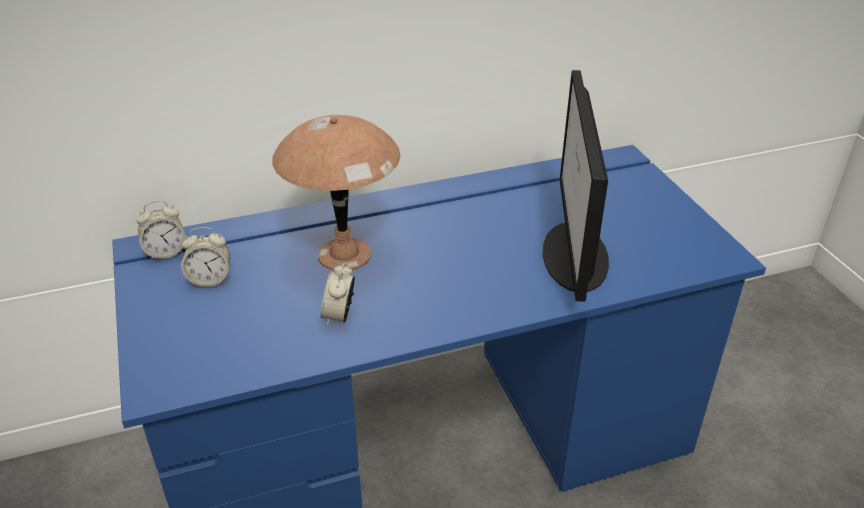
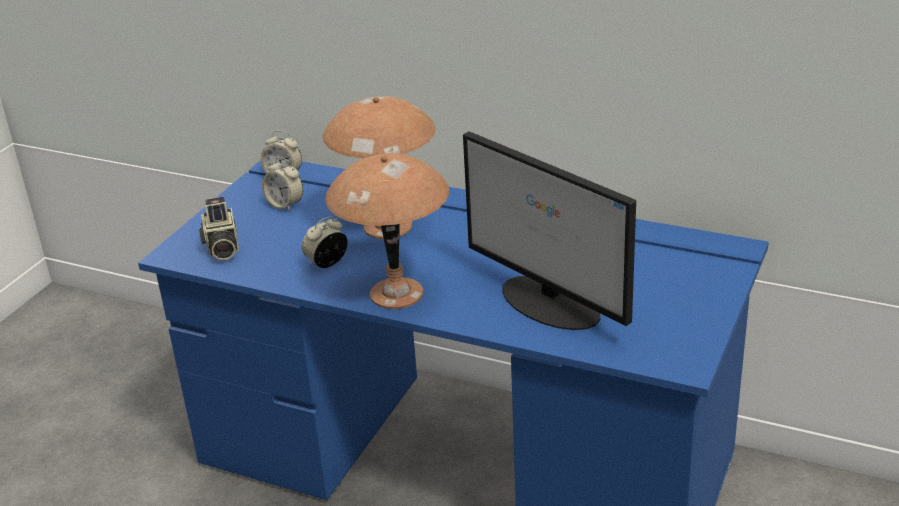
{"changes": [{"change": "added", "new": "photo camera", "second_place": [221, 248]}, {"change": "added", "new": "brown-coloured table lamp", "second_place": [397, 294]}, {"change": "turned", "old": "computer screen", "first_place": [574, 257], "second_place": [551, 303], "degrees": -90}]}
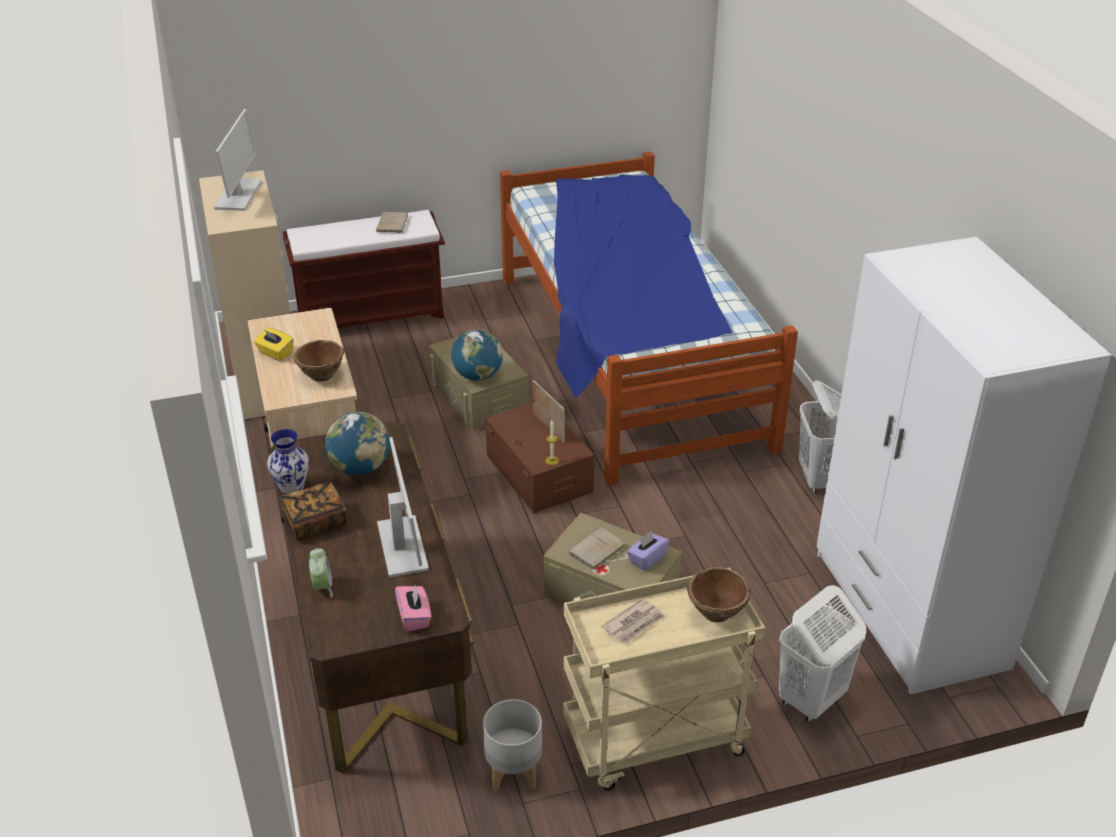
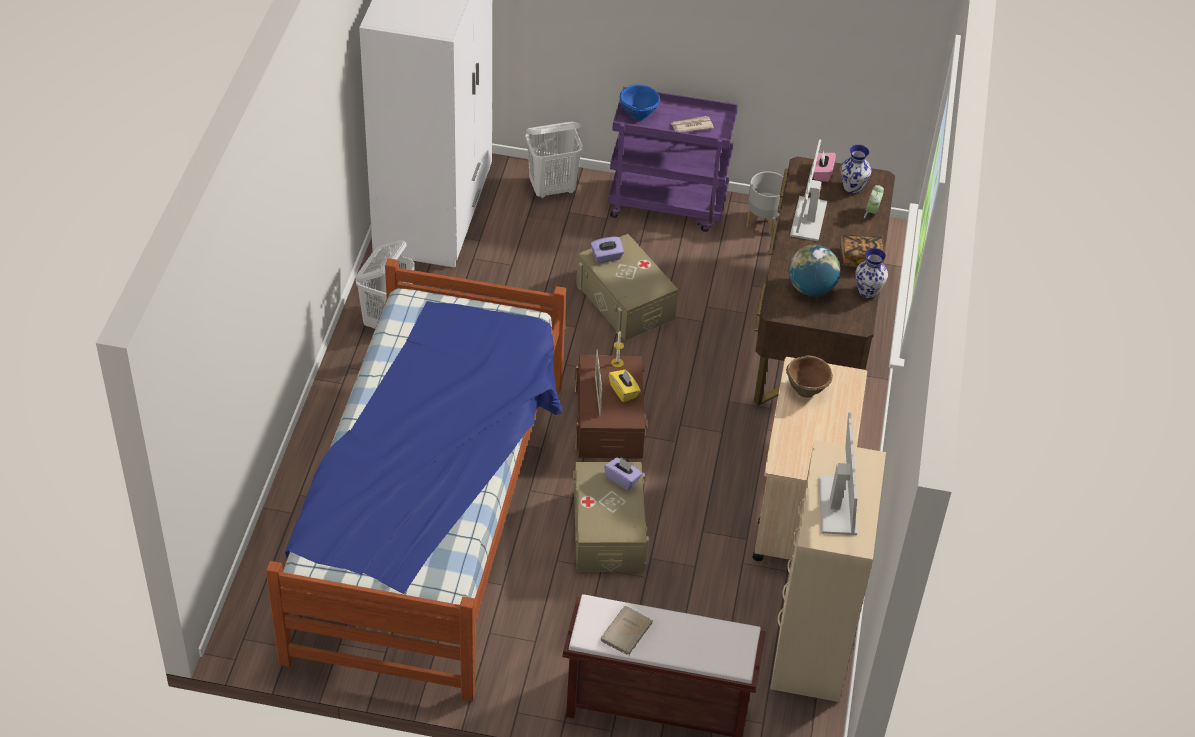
{"changes": [{"change": "replaced", "old": "globe", "new": "purple-coloured tissue box", "first_place": [477, 376], "second_place": [622, 479]}, {"change": "recoloured", "old": "beige wheeled cart", "new": "purple-coloured wheeled cart", "first_place": [654, 742], "second_place": [668, 205]}, {"change": "moved", "old": "yellow tissue box", "first_place": [275, 353], "second_place": [624, 391]}, {"change": "recoloured", "old": "brown-coloured bowl", "new": "blue-coloured bowl", "first_place": [716, 613], "second_place": [638, 113]}, {"change": "turned", "old": "computer screen", "first_place": [238, 195], "second_place": [838, 506], "degrees": 150}, {"change": "added", "new": "flower vase", "second_place": [852, 187]}, {"change": "removed", "old": "beige book", "first_place": [596, 551]}]}
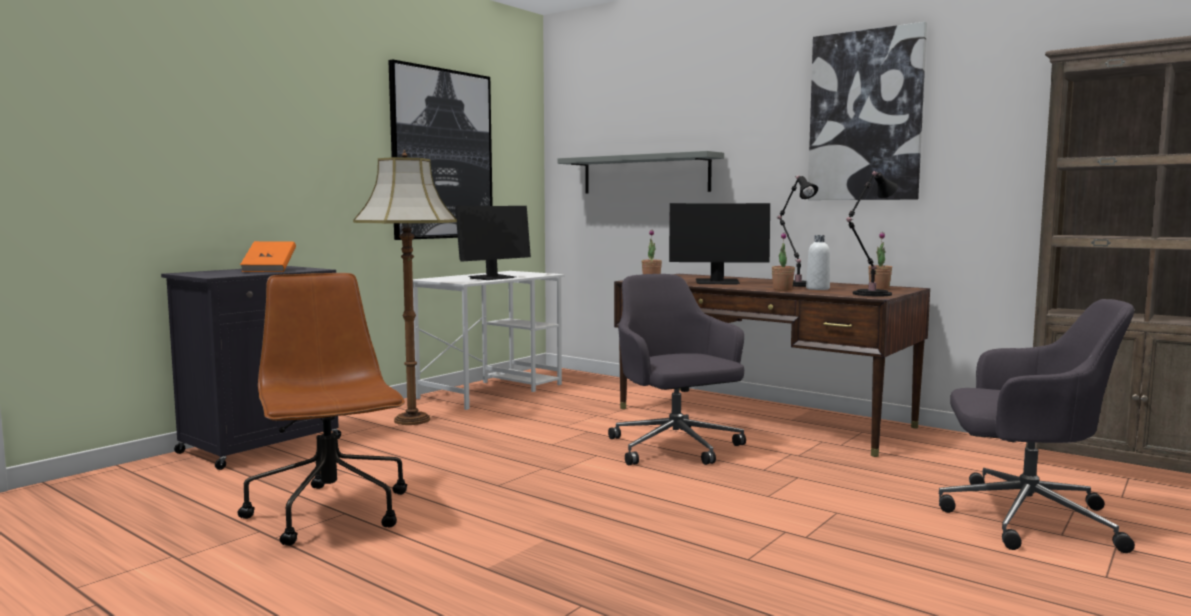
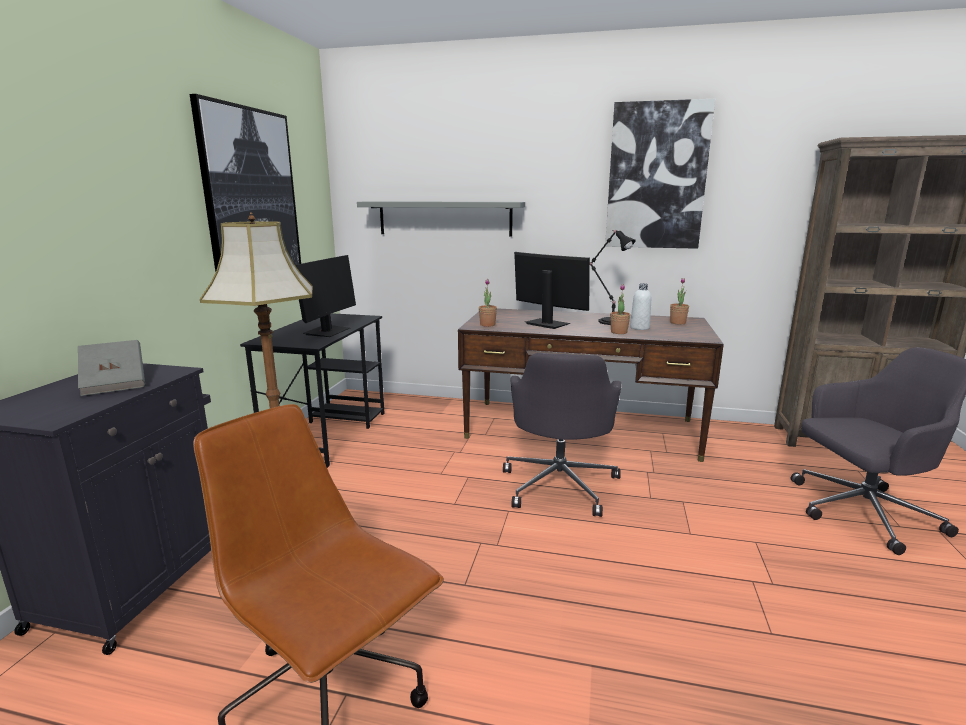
{"changes": [{"change": "recoloured", "old": "orange-coloured book", "new": "gray book", "first_place": [269, 270], "second_place": [115, 383]}, {"change": "recoloured", "old": "whitish desk unit", "new": "blackish desk unit", "first_place": [492, 391], "second_place": [328, 434]}, {"change": "turned", "old": "gray desk chair", "first_place": [675, 448], "second_place": [560, 484], "degrees": -120}, {"change": "turned", "old": "computer screen", "first_place": [717, 282], "second_place": [547, 324], "degrees": -120}, {"change": "removed", "old": "blackish table lamp", "first_place": [869, 294]}]}
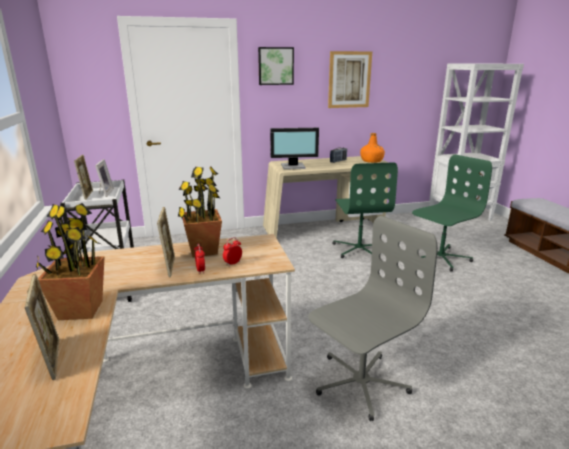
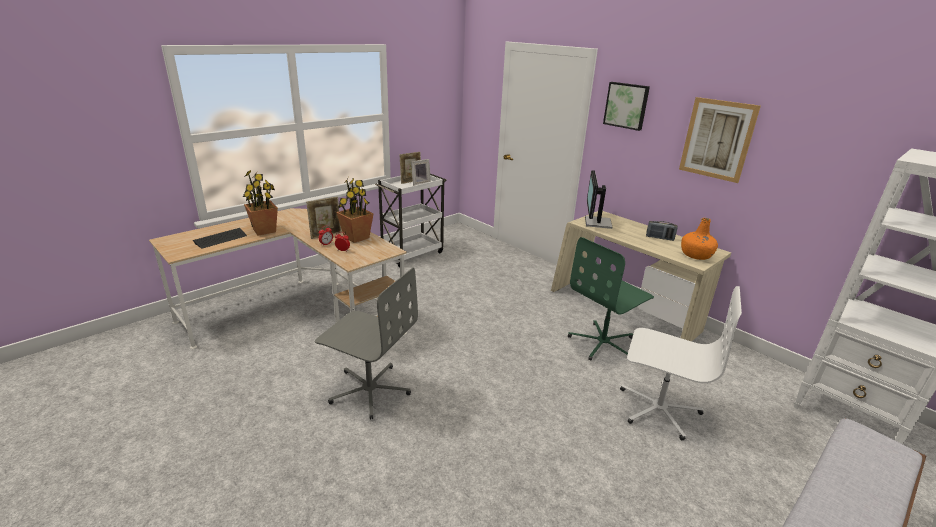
{"changes": [{"change": "replaced", "old": "picture frame", "new": "computer keyboard", "first_place": [52, 359], "second_place": [220, 239]}, {"change": "turned", "old": "computer screen", "first_place": [293, 167], "second_place": [596, 222], "degrees": 45}, {"change": "recoloured", "old": "greenish desk chair", "new": "whitish desk chair", "first_place": [440, 257], "second_place": [658, 409]}]}
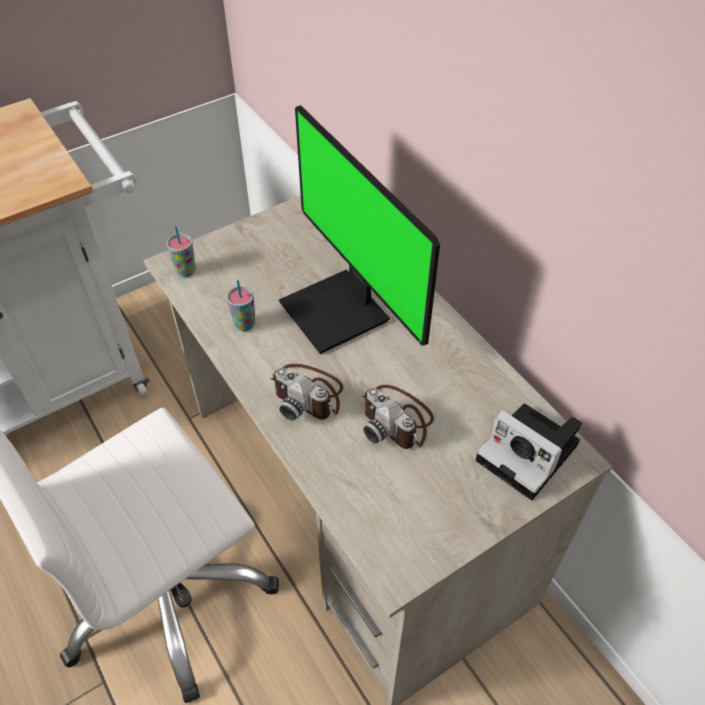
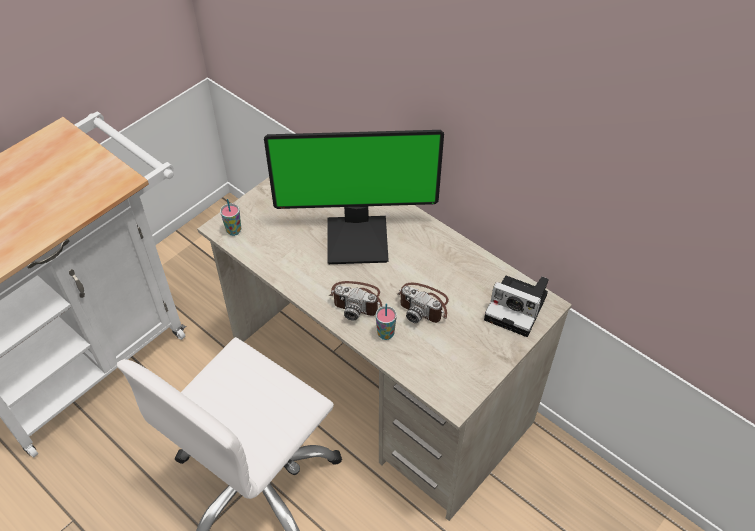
{"changes": [{"change": "turned", "old": "computer screen", "first_place": [339, 311], "second_place": [358, 238], "degrees": -45}, {"change": "moved", "old": "small cup", "first_place": [245, 324], "second_place": [385, 334]}]}
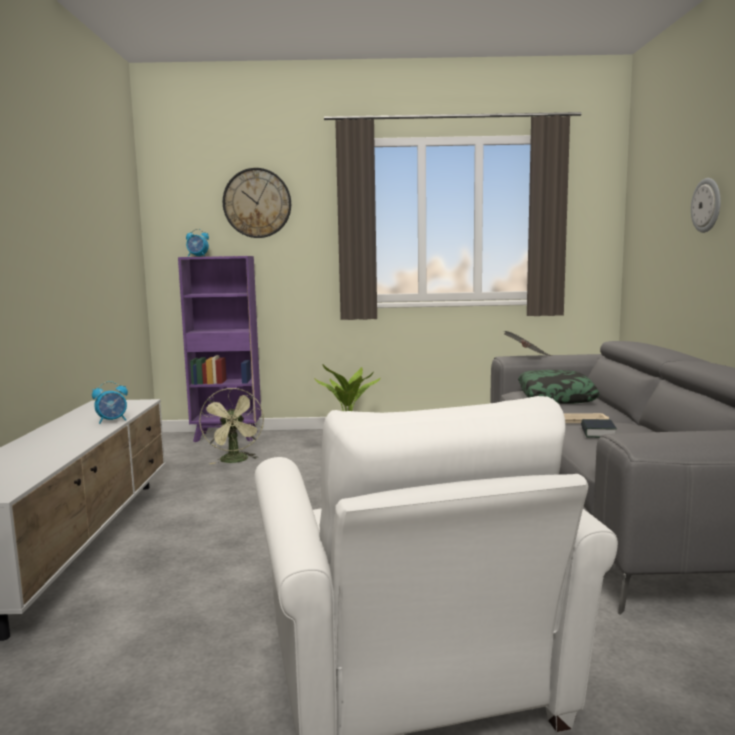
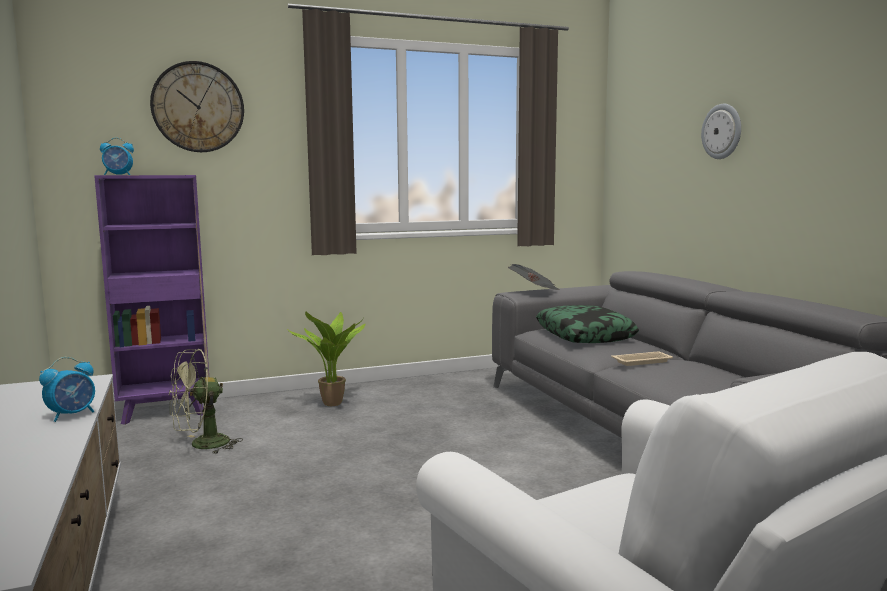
{"changes": [{"change": "turned", "old": "greenish cooling fan", "first_place": [235, 461], "second_place": [202, 445], "degrees": 90}, {"change": "removed", "old": "book", "first_place": [598, 433]}]}
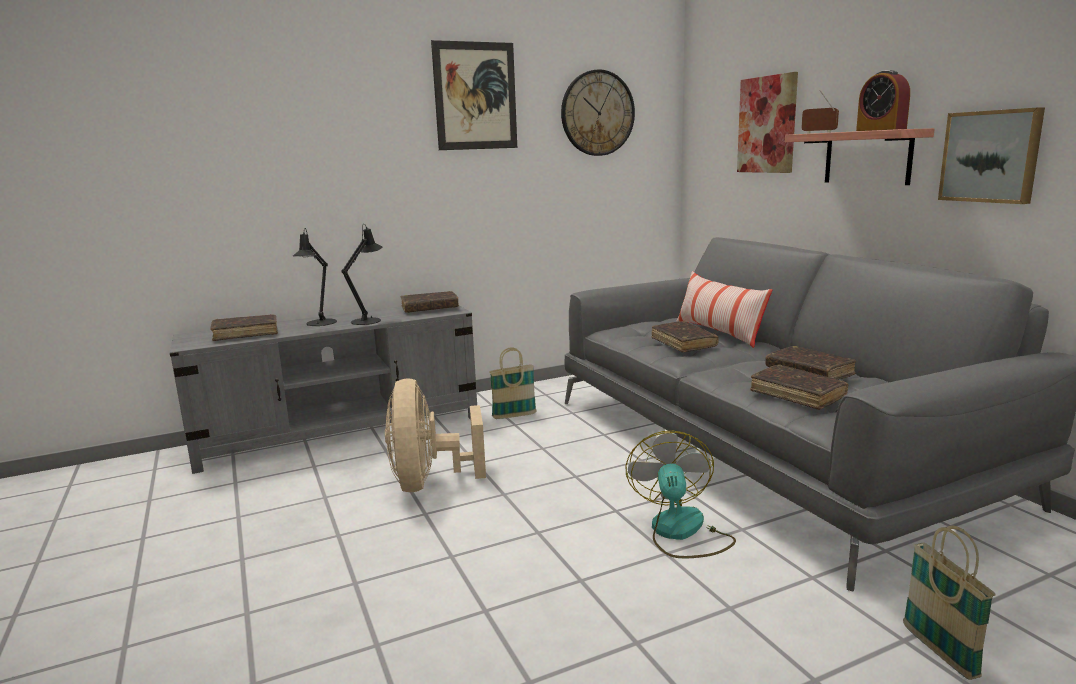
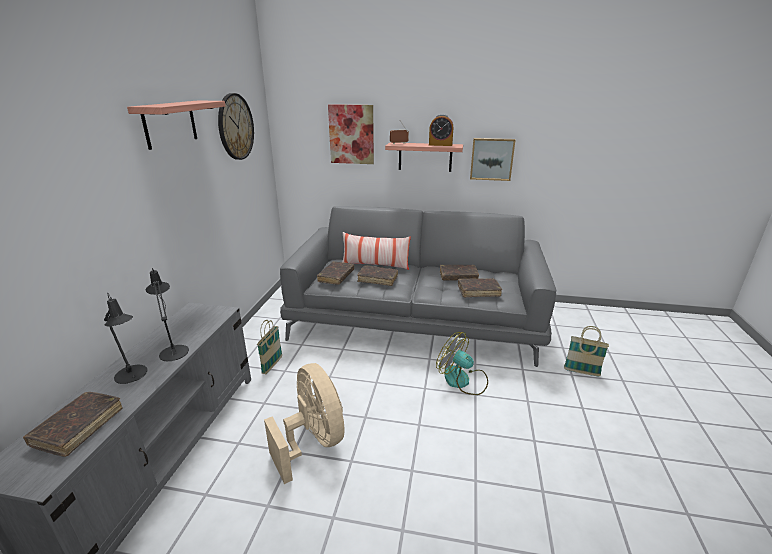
{"changes": [{"change": "replaced", "old": "wall picture", "new": "bracket shelf", "first_place": [475, 96], "second_place": [170, 124]}, {"change": "turned", "old": "beige cooling fan", "first_place": [429, 482], "second_place": [313, 442], "degrees": -150}, {"change": "moved", "old": "brown-coloured book", "first_place": [430, 308], "second_place": [336, 277]}]}
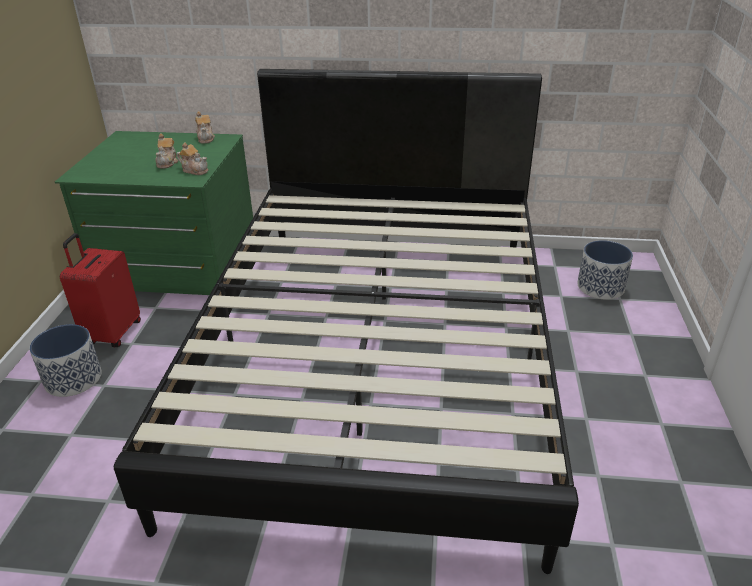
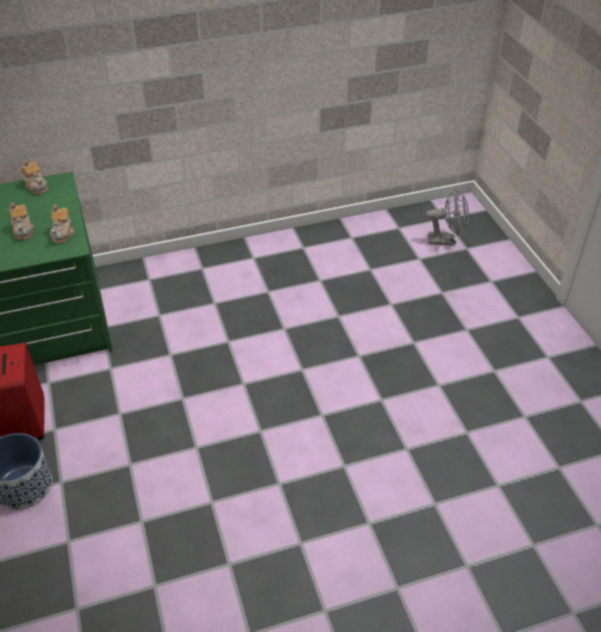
{"changes": [{"change": "turned", "old": "pot for tea", "first_place": [195, 170], "second_place": [63, 233], "degrees": 90}, {"change": "replaced", "old": "plant pot", "new": "gray cooling fan", "first_place": [600, 287], "second_place": [446, 240]}, {"change": "removed", "old": "blackish bed", "first_place": [378, 357]}]}
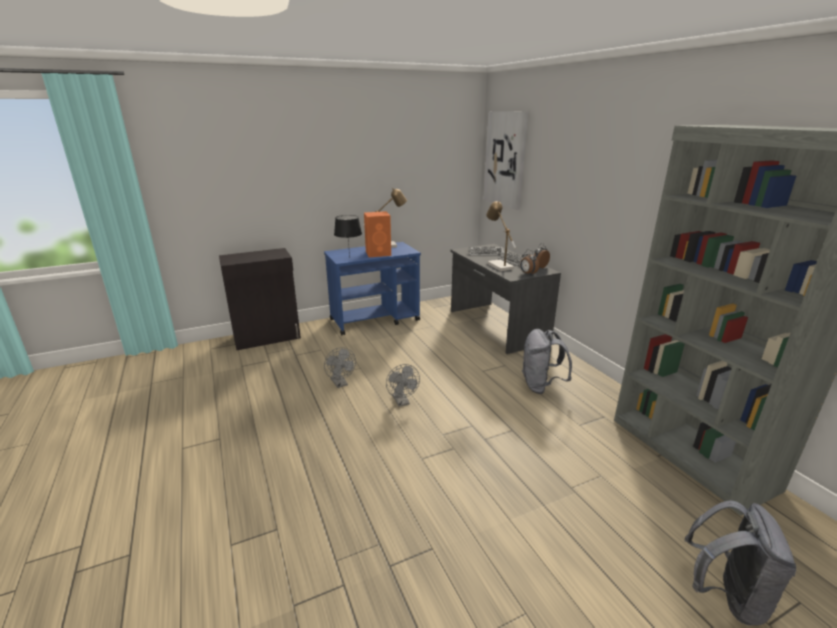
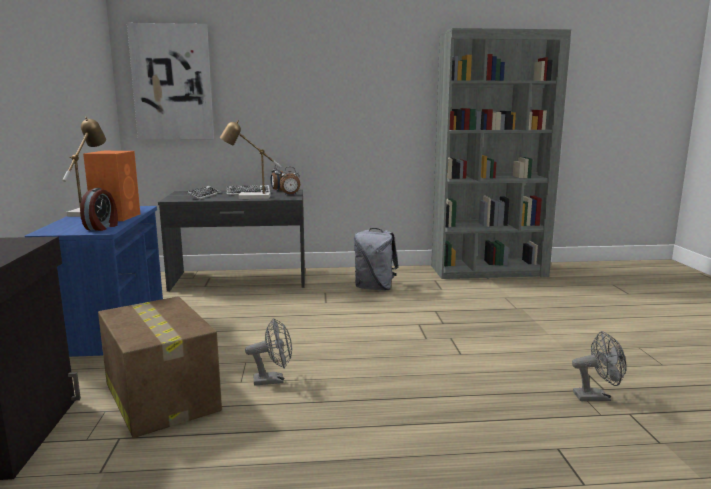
{"changes": [{"change": "replaced", "old": "blackish table lamp", "new": "alarm clock", "first_place": [349, 258], "second_place": [102, 227]}, {"change": "added", "new": "cardboard box", "second_place": [161, 396]}, {"change": "moved", "old": "gray cooling fan", "first_place": [402, 402], "second_place": [596, 396]}, {"change": "removed", "old": "gray knapsack", "first_place": [726, 595]}]}
